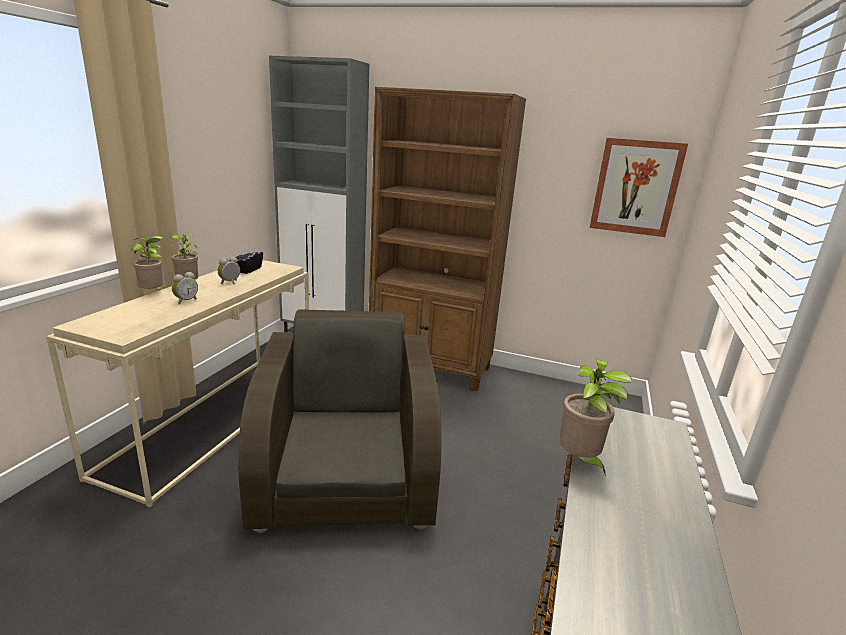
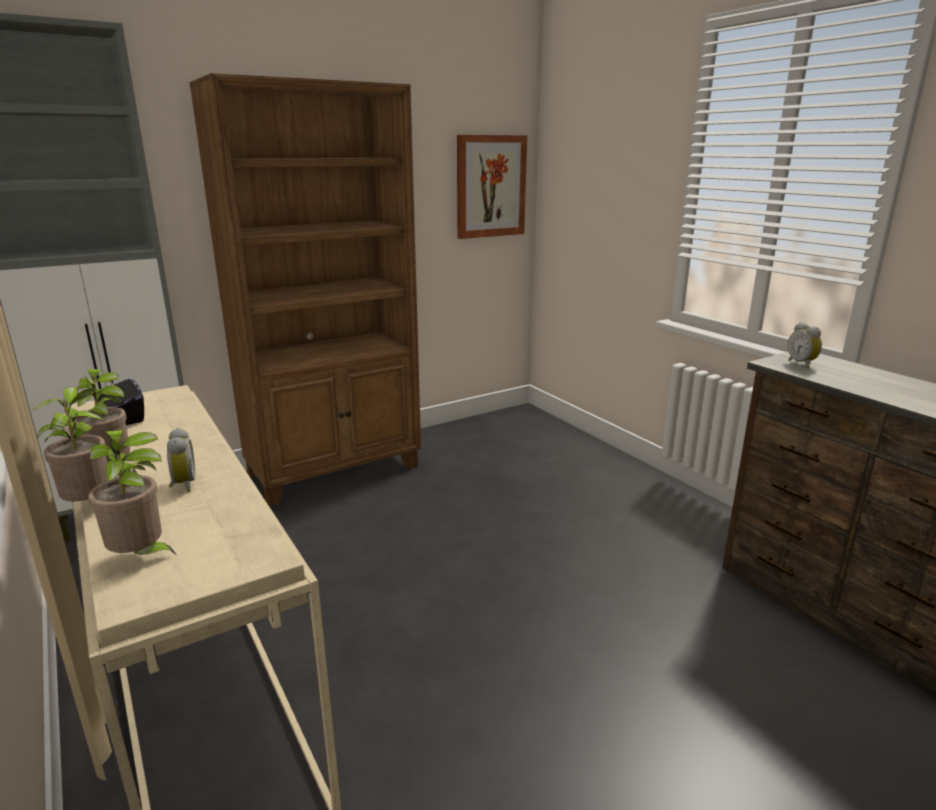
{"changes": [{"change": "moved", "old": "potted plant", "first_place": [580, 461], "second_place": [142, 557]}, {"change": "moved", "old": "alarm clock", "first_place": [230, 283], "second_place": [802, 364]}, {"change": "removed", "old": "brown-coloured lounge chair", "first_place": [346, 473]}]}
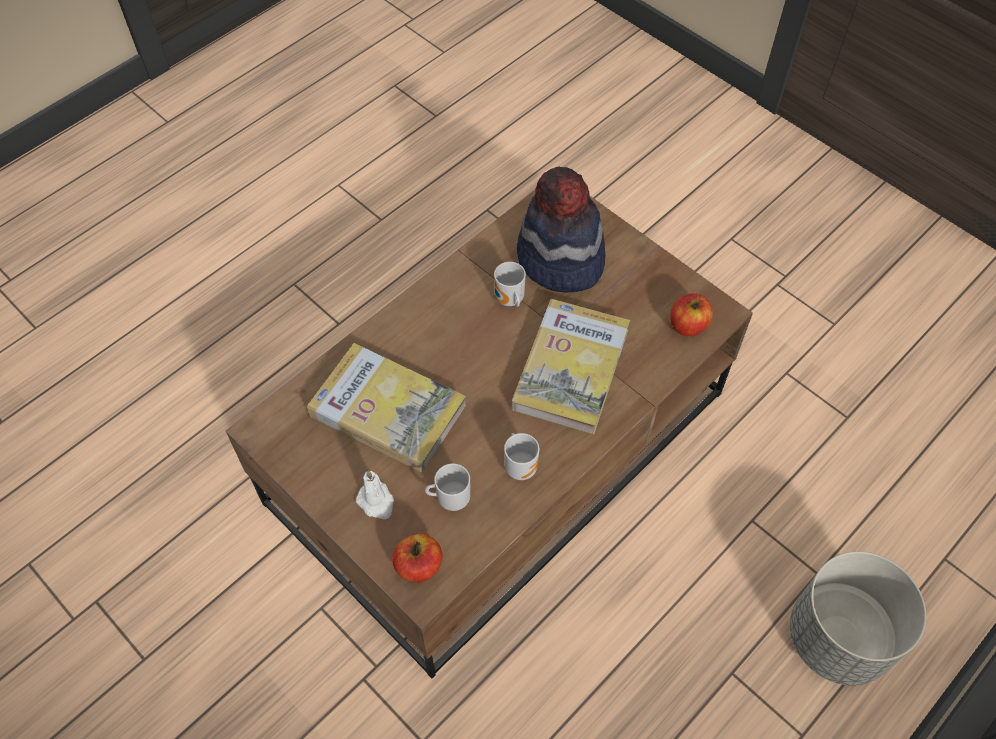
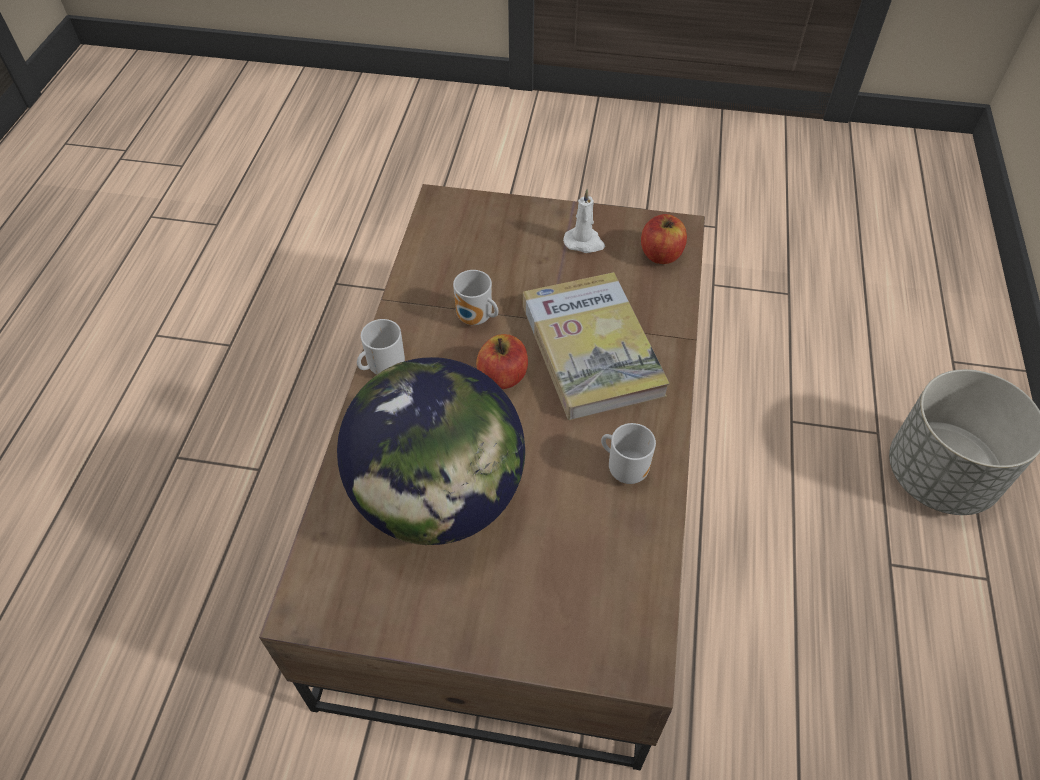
{"changes": [{"change": "replaced", "old": "book", "new": "globe", "first_place": [387, 410], "second_place": [439, 497]}, {"change": "moved", "old": "mug", "first_place": [451, 498], "second_place": [383, 367]}, {"change": "moved", "old": "whole apple", "first_place": [419, 566], "second_place": [503, 376]}, {"change": "moved", "old": "whitish wax candle", "first_place": [376, 502], "second_place": [584, 242]}, {"change": "removed", "old": "wearable hat", "first_place": [560, 260]}]}
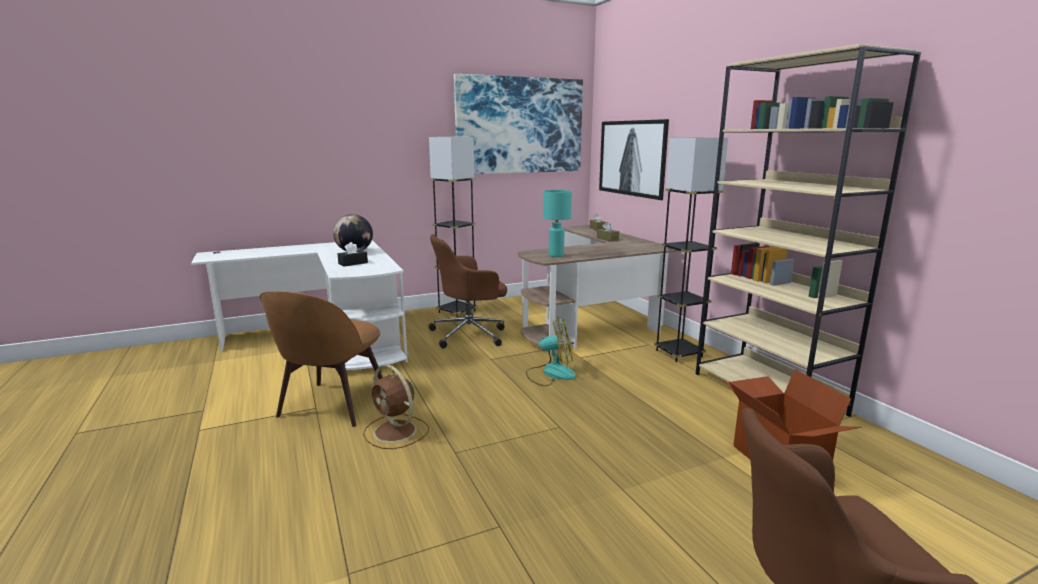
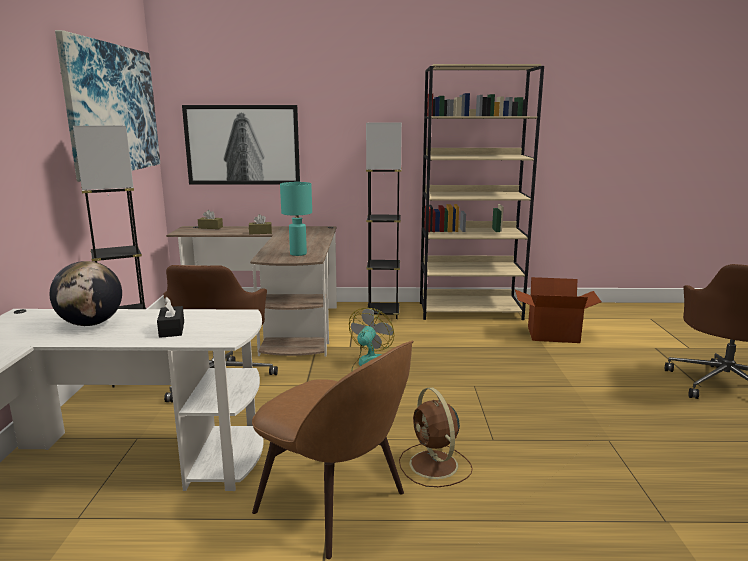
{"changes": [{"change": "turned", "old": "brown-coloured cooling fan", "first_place": [396, 432], "second_place": [434, 466], "degrees": 90}]}
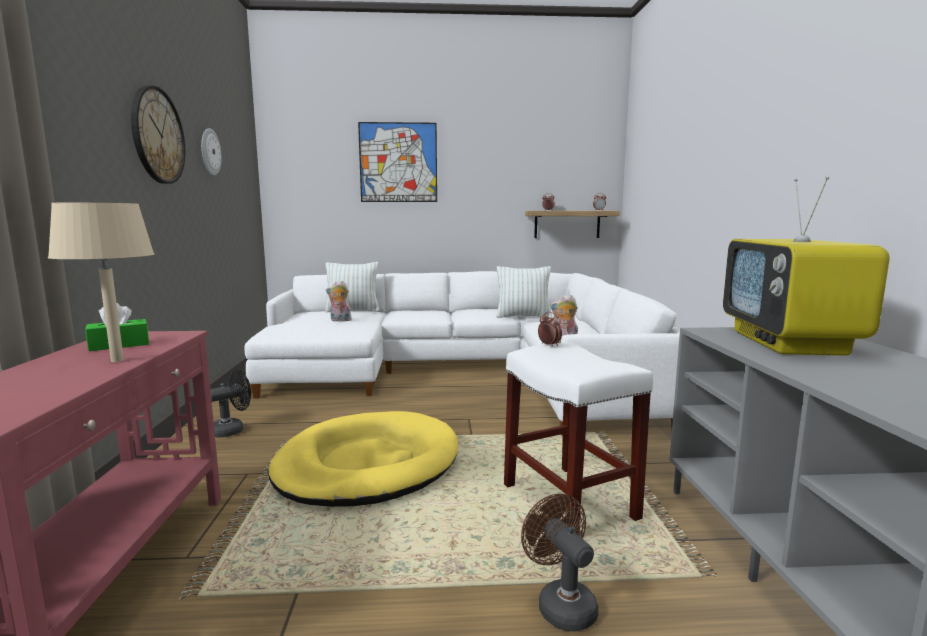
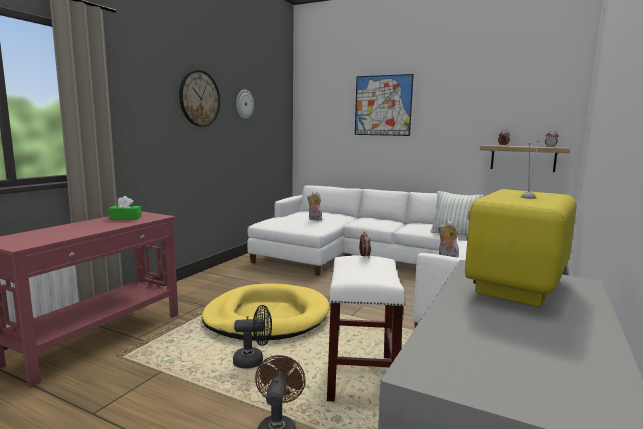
{"changes": [{"change": "moved", "old": "blackish cooling fan", "first_place": [232, 430], "second_place": [253, 361]}, {"change": "removed", "old": "beige table lamp", "first_place": [117, 360]}, {"change": "removed", "old": "throw pillow", "first_place": [353, 310]}]}
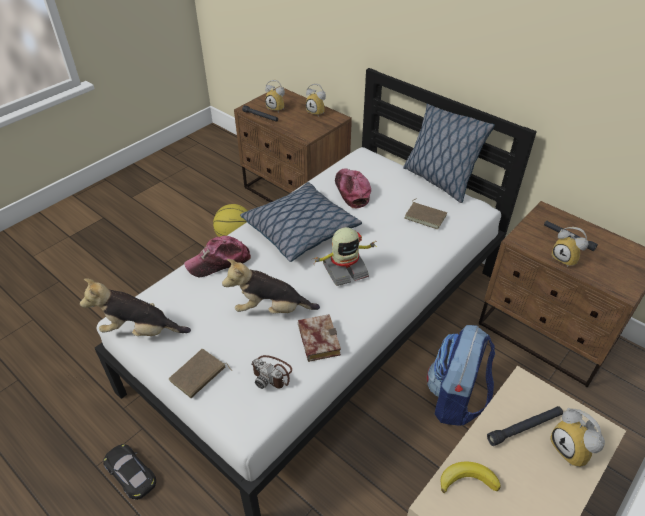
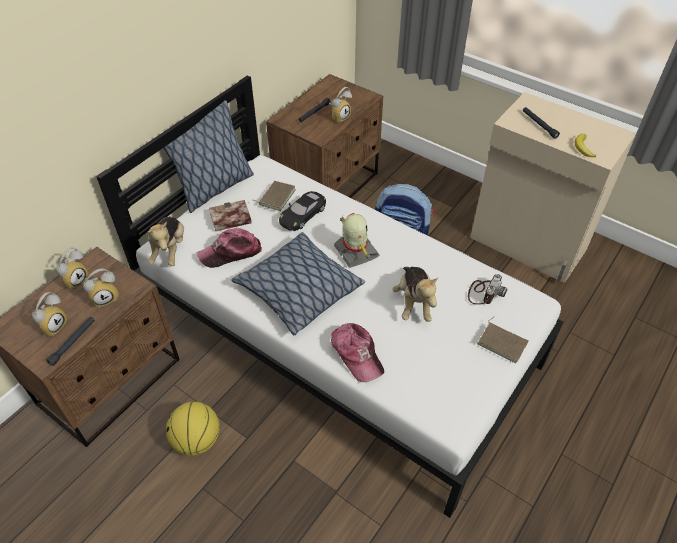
{"changes": [{"change": "moved", "old": "alarm clock", "first_place": [573, 450], "second_place": [106, 297]}, {"change": "moved", "old": "plush toy", "first_place": [140, 331], "second_place": [170, 250]}, {"change": "moved", "old": "book", "first_place": [316, 340], "second_place": [229, 220]}, {"change": "moved", "old": "blackish miniature car", "first_place": [130, 473], "second_place": [303, 214]}]}
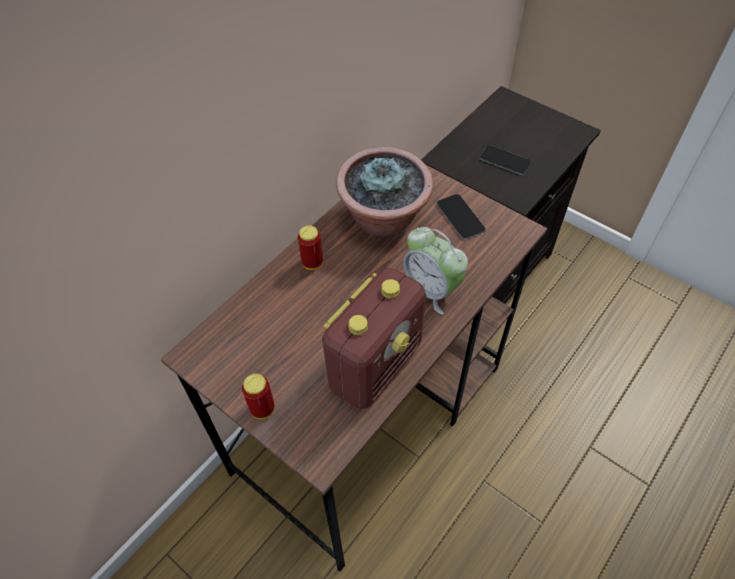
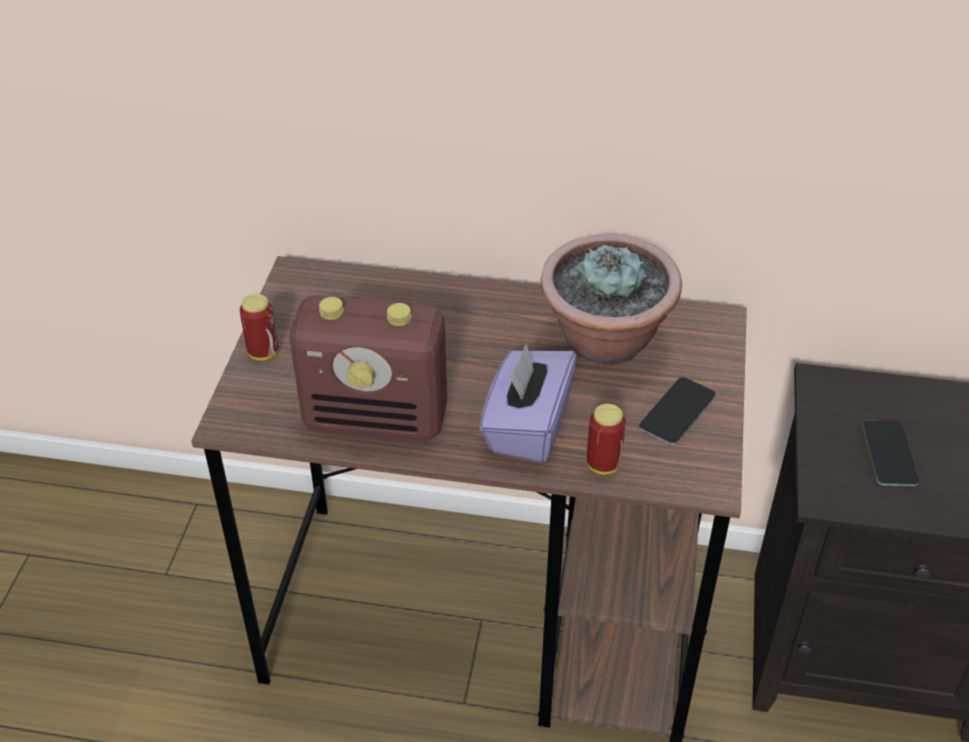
{"changes": [{"change": "replaced", "old": "alarm clock", "new": "purple-coloured tissue box", "first_place": [431, 289], "second_place": [527, 427]}, {"change": "moved", "old": "sealed can", "first_place": [312, 263], "second_place": [603, 465]}]}
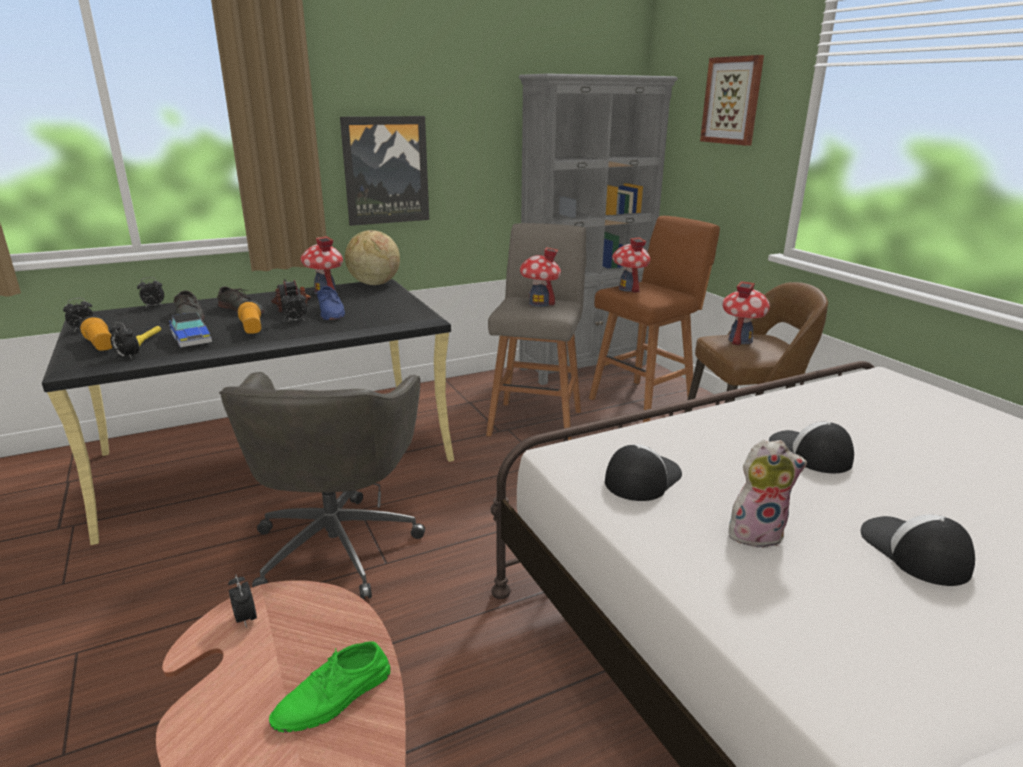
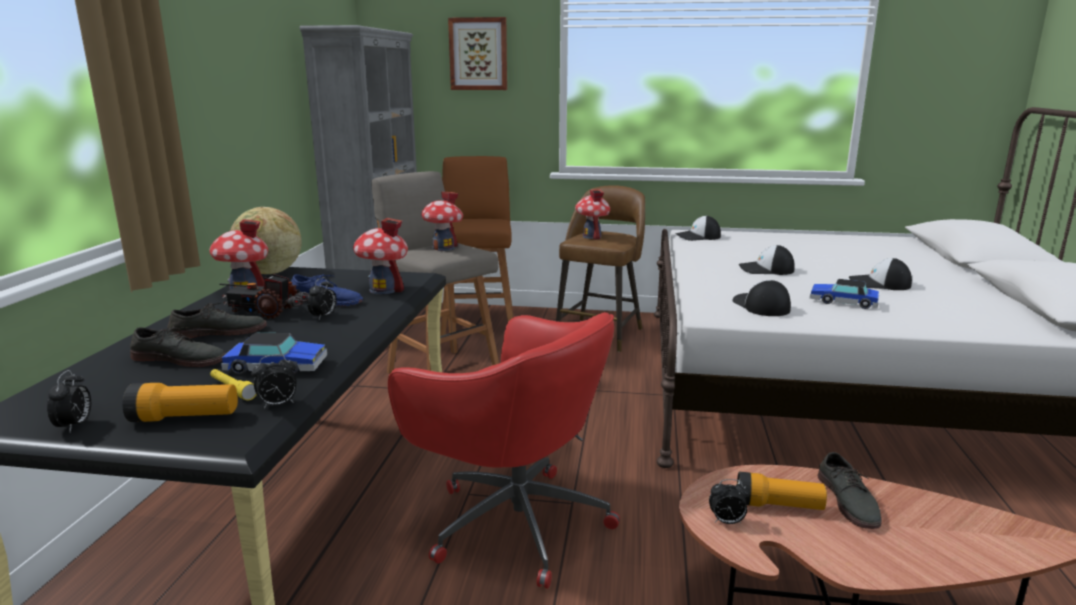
{"changes": [{"change": "moved", "old": "toy house", "first_place": [628, 288], "second_place": [383, 290]}, {"change": "recoloured", "old": "gray desk chair", "new": "reddish desk chair", "first_place": [337, 544], "second_place": [513, 521]}, {"change": "added", "new": "cap", "second_place": [698, 237]}, {"change": "moved", "old": "torch", "first_place": [252, 328], "second_place": [778, 506]}, {"change": "replaced", "old": "plush toy", "new": "miniature car", "first_place": [756, 533], "second_place": [843, 302]}, {"change": "recoloured", "old": "greenish item of footwear", "new": "gray item of footwear", "first_place": [334, 697], "second_place": [848, 500]}, {"change": "removed", "old": "alarm clock", "first_place": [154, 306]}, {"change": "removed", "old": "wall picture", "first_place": [386, 170]}]}
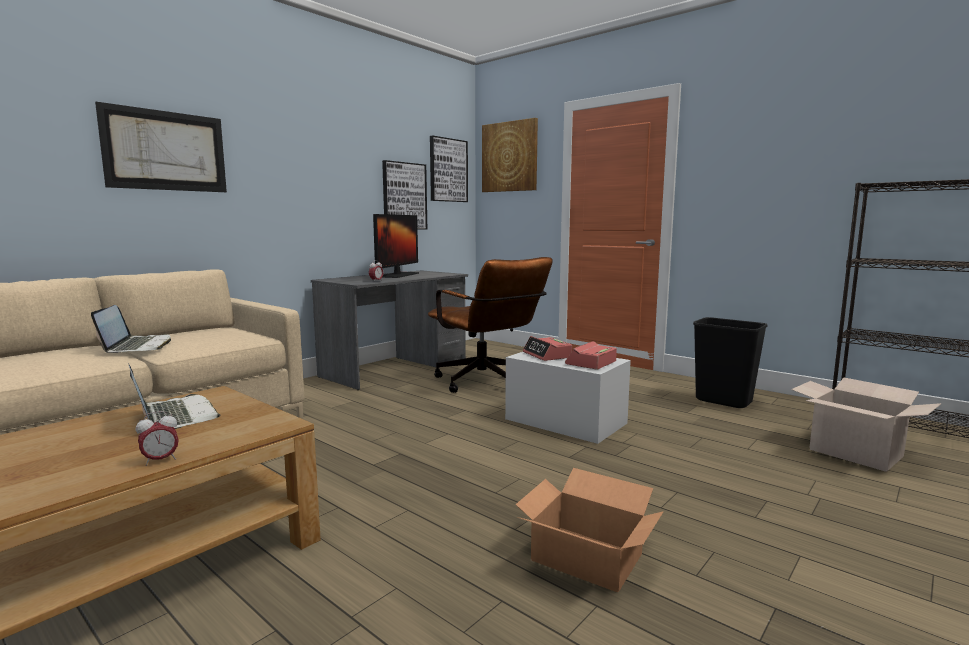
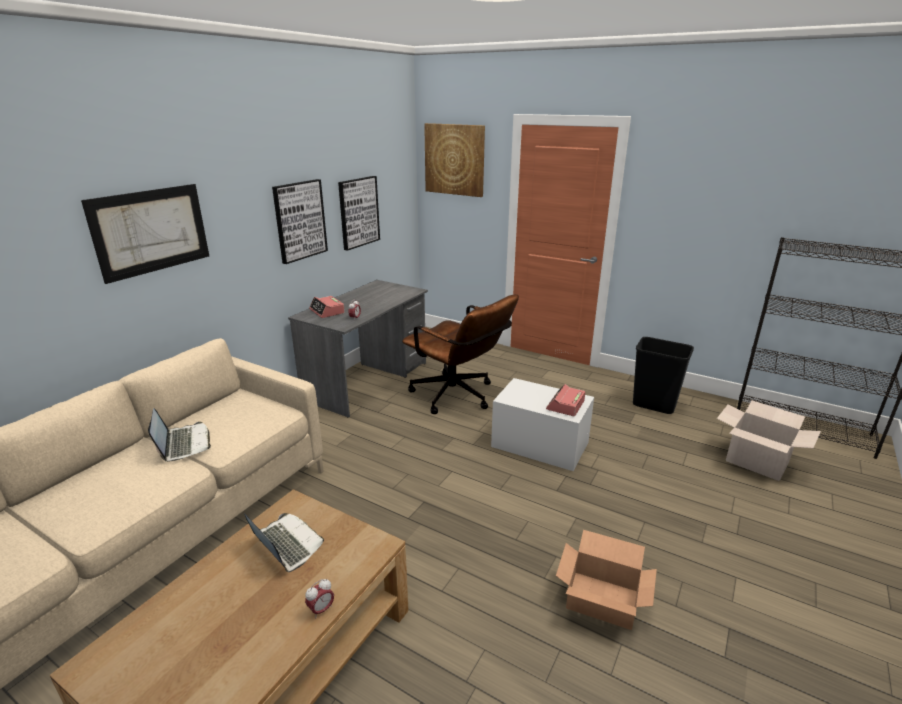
{"changes": [{"change": "moved", "old": "wall picture", "first_place": [448, 170], "second_place": [300, 220]}, {"change": "moved", "old": "alarm clock", "first_place": [547, 355], "second_place": [327, 311]}, {"change": "removed", "old": "computer screen", "first_place": [398, 275]}]}
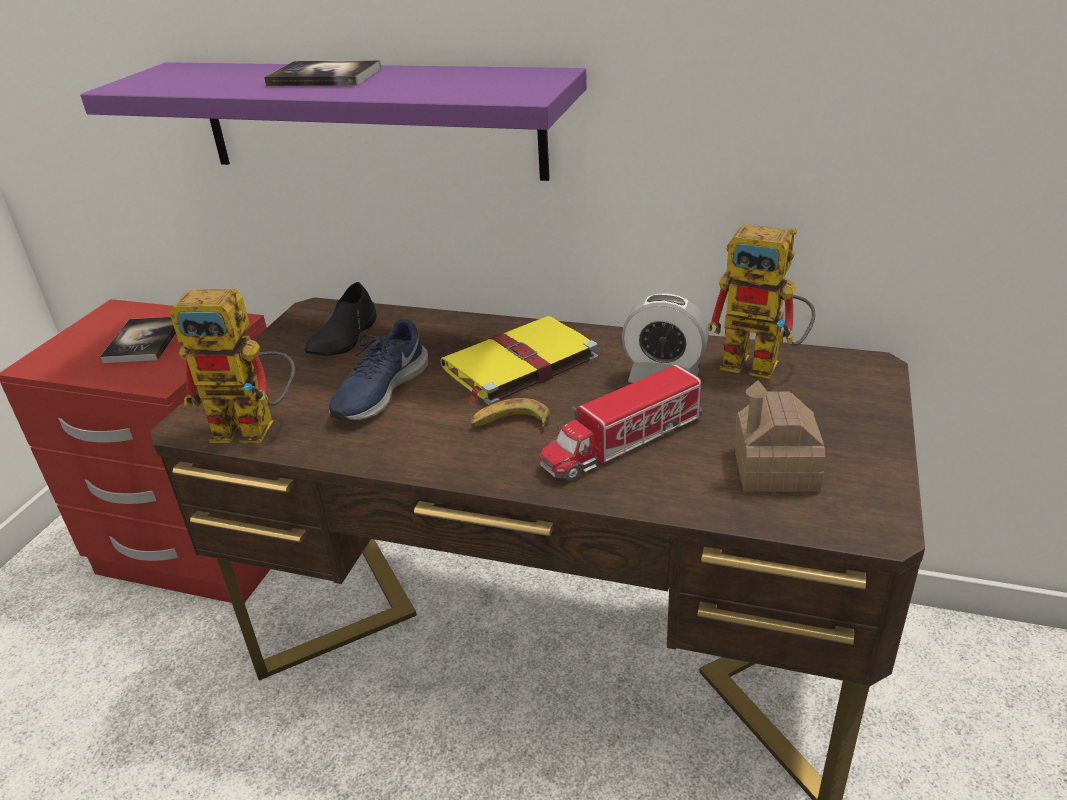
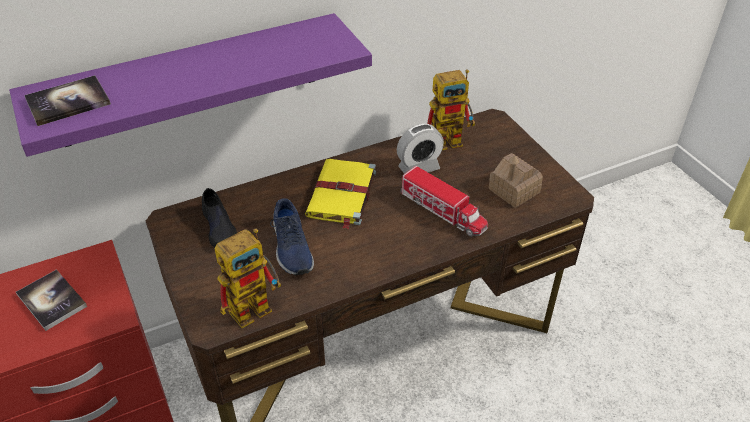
{"changes": [{"change": "moved", "old": "book", "first_place": [324, 77], "second_place": [68, 102]}, {"change": "turned", "old": "model truck", "first_place": [622, 442], "second_place": [443, 211], "degrees": -60}, {"change": "removed", "old": "whole banana", "first_place": [510, 423]}]}
